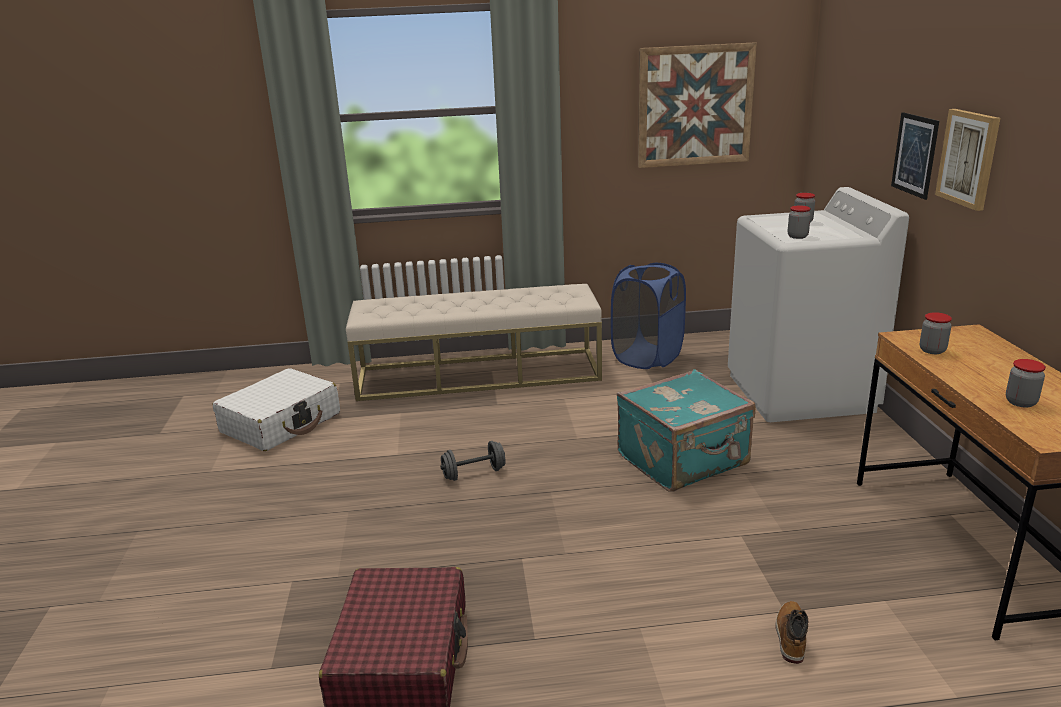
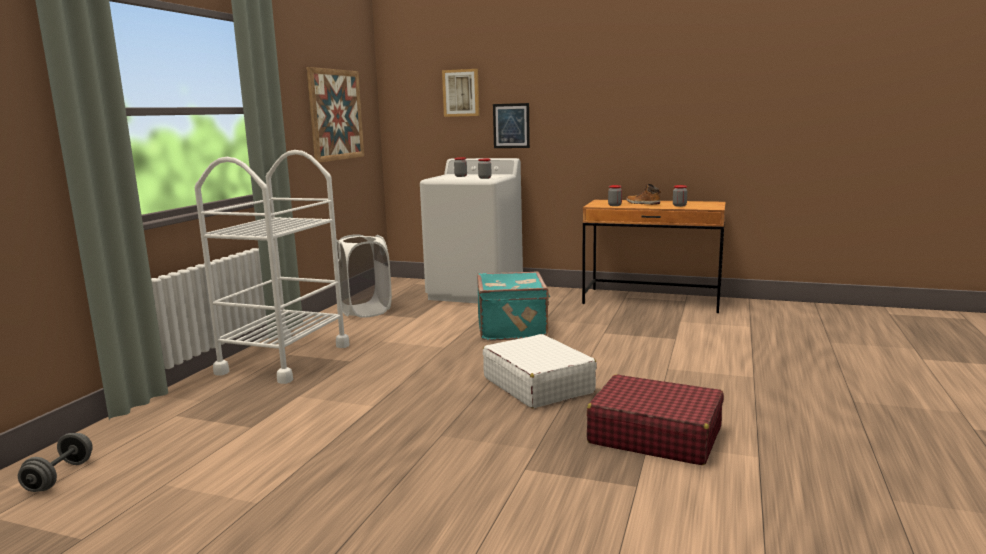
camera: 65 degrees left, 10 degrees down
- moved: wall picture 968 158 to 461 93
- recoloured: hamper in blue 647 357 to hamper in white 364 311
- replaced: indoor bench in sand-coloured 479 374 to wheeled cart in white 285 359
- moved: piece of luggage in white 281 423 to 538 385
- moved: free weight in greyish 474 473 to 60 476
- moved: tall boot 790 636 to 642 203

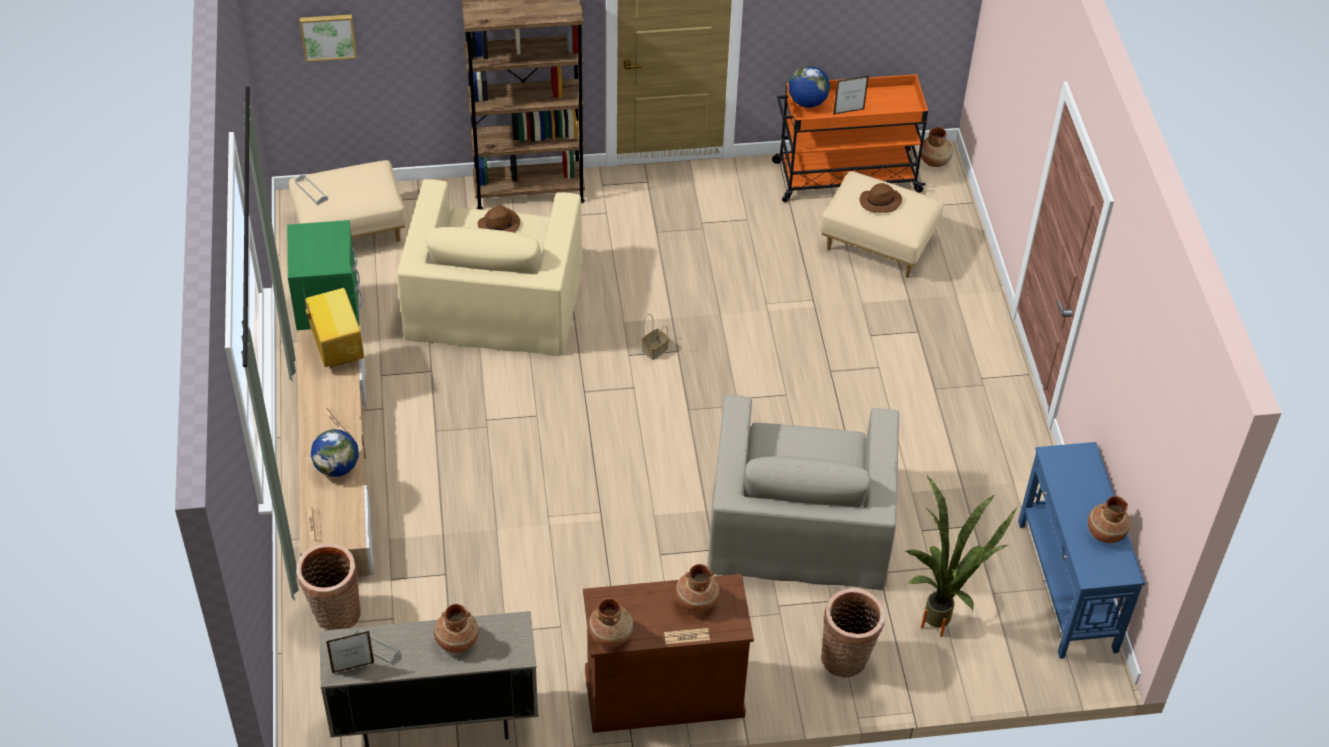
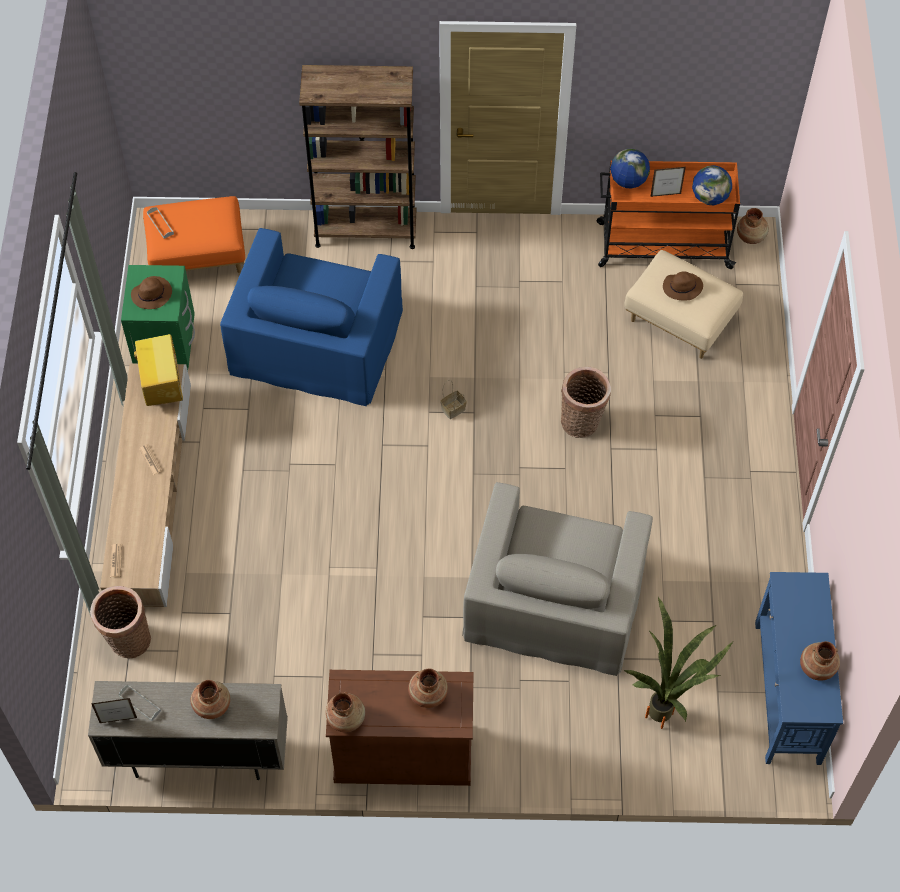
camera: 10 degrees right, 10 degrees up
- removed: wall picture 328 36
- recoloured: pouffe in sand-coloured 351 230 to pouffe in orange 199 256
- recoloured: armchair in sand-coloured 494 298 to armchair in blue 316 340
- moved: wearable hat in brown-coloured 499 224 to 152 294
- moved: world globe 337 467 to 709 198
- moved: storage basket 847 658 to 582 422
- removed: printed paper 686 636

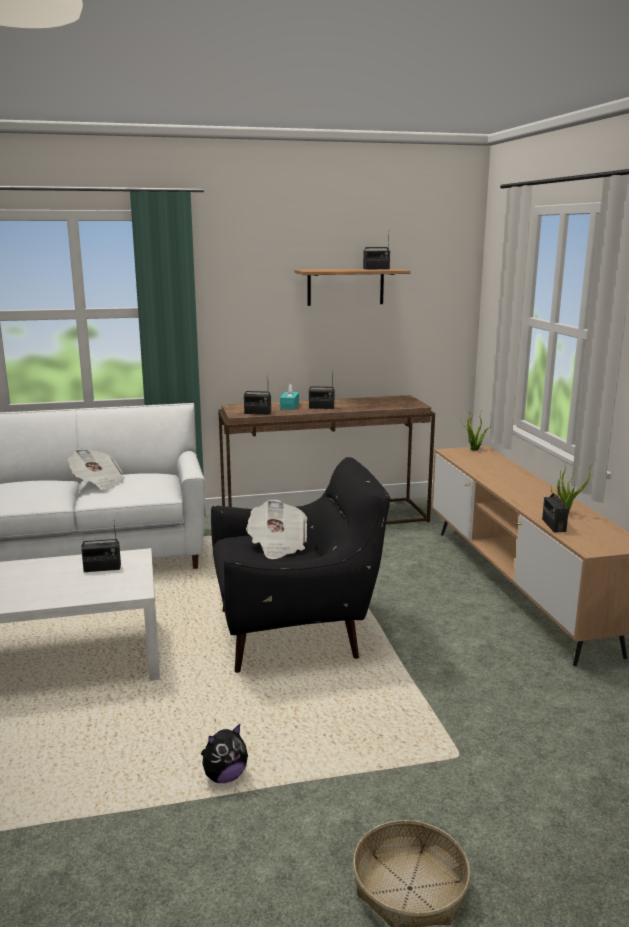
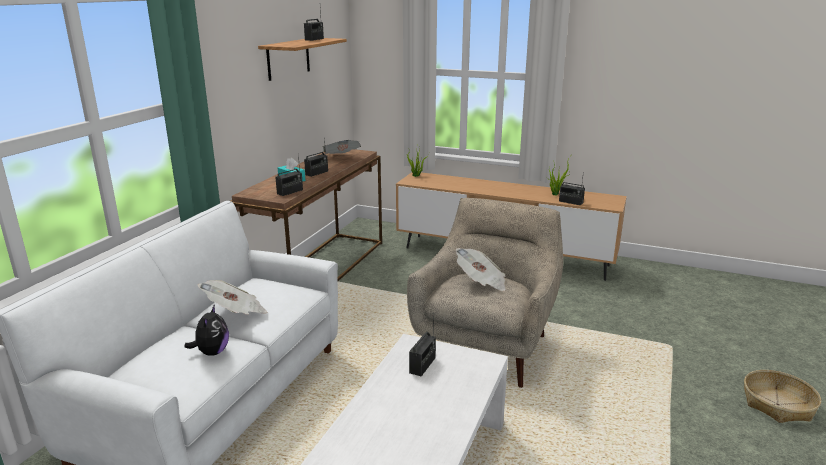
camera: 55 degrees left, 5 degrees up
- recoloured: armchair in blackish 296 633 to armchair in sand-coloured 487 345
- moved: cuddly toy 224 776 to 212 352
- added: printed paper 342 158

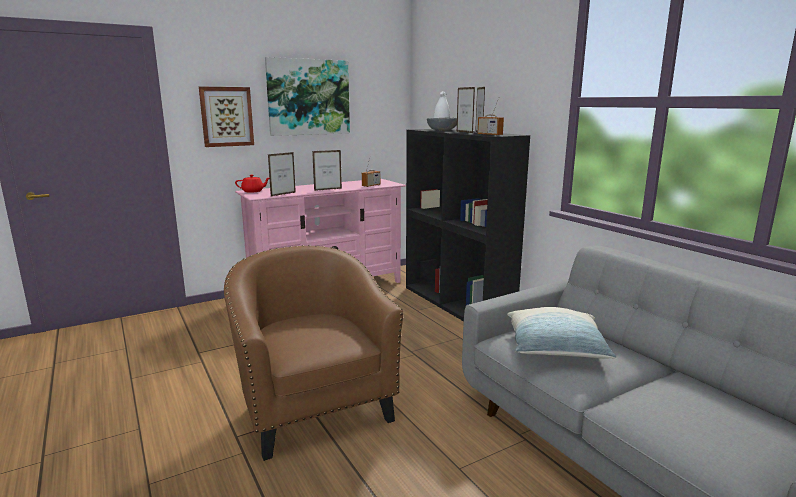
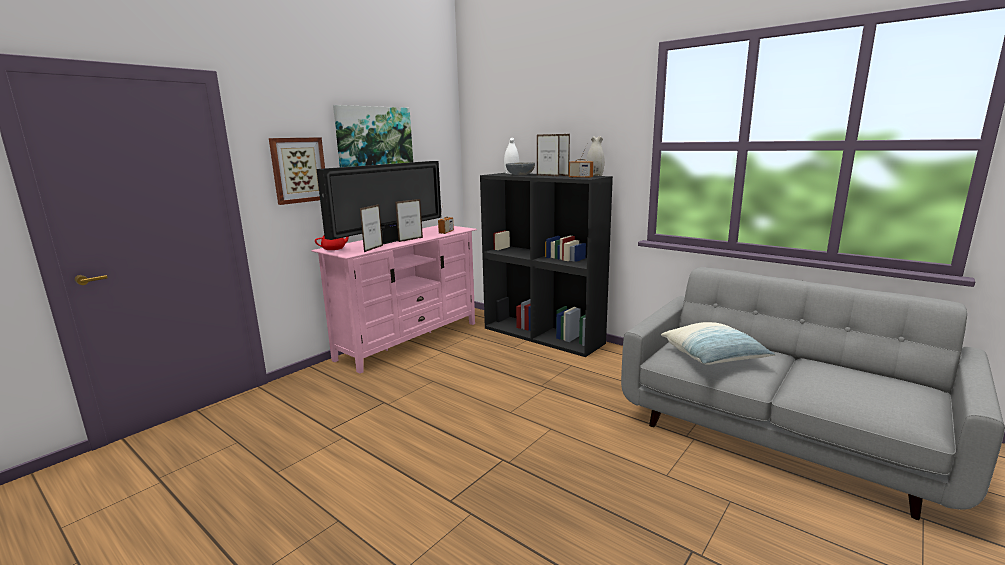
camera: 20 degrees left, 0 degrees up
- removed: armchair in brown-coloured 313 407
- added: flower vase in white 594 176
- added: TV 391 241

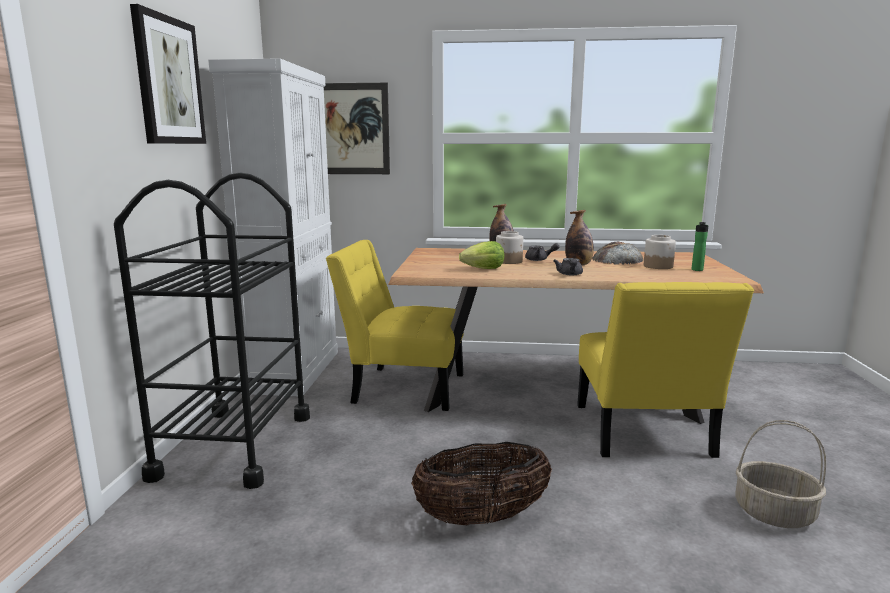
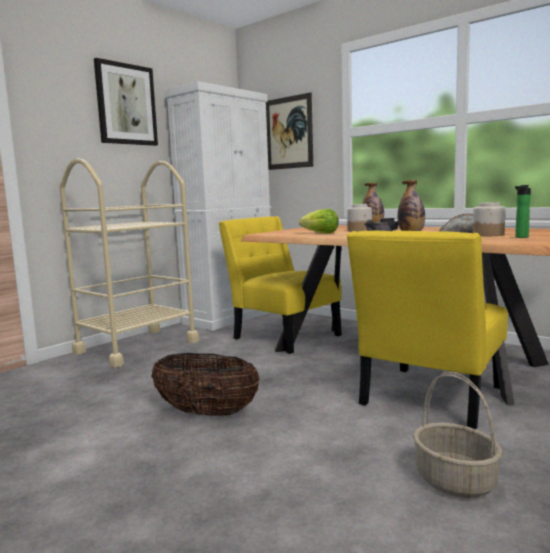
camera: 35 degrees right, 5 degrees down
- recoloured: wheeled cart in blackish 235 445 to wheeled cart in sand-coloured 137 347

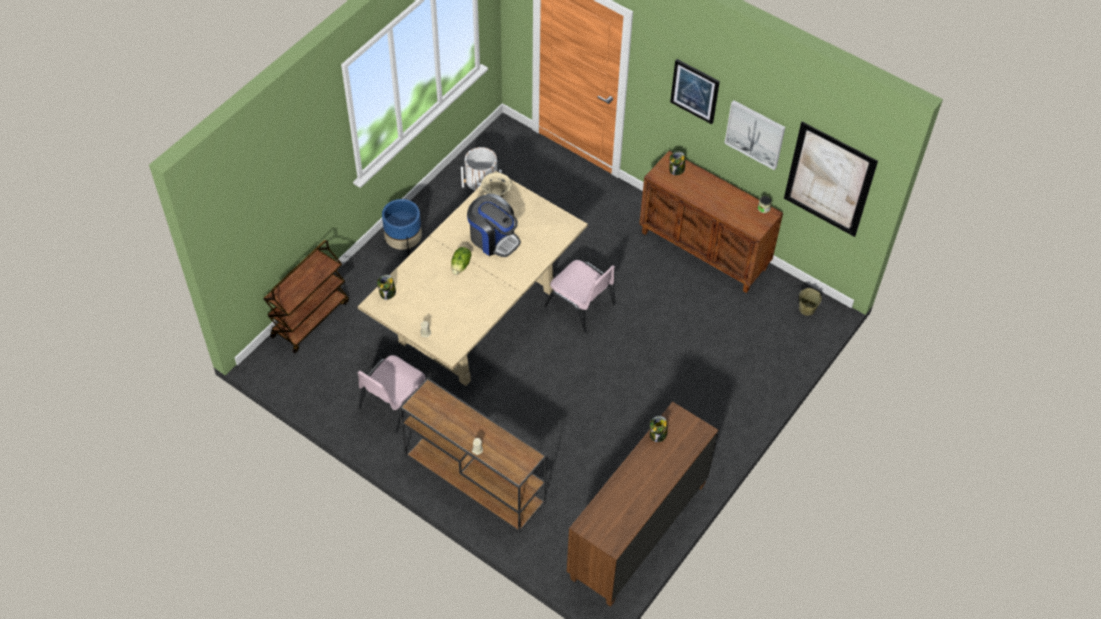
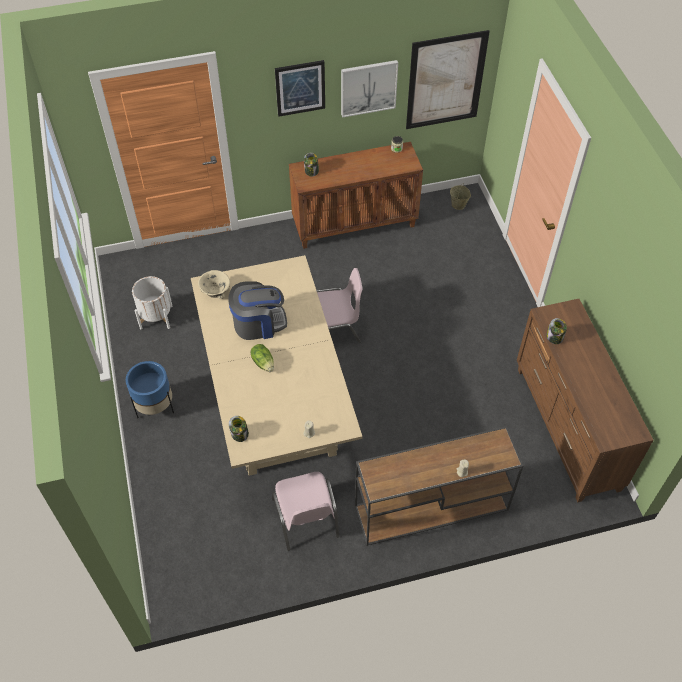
camera: 50 degrees left, 0 degrees up
- removed: wheeled cart in brown-coloured 310 318

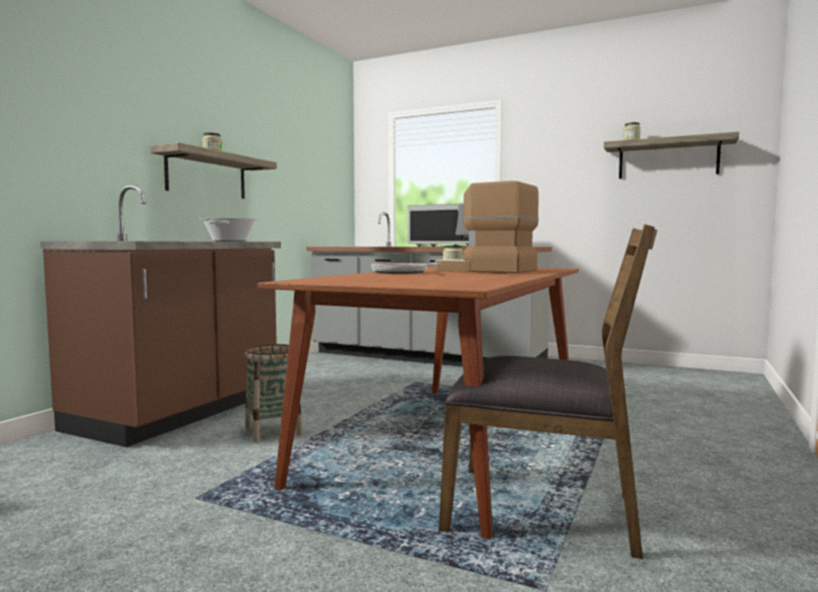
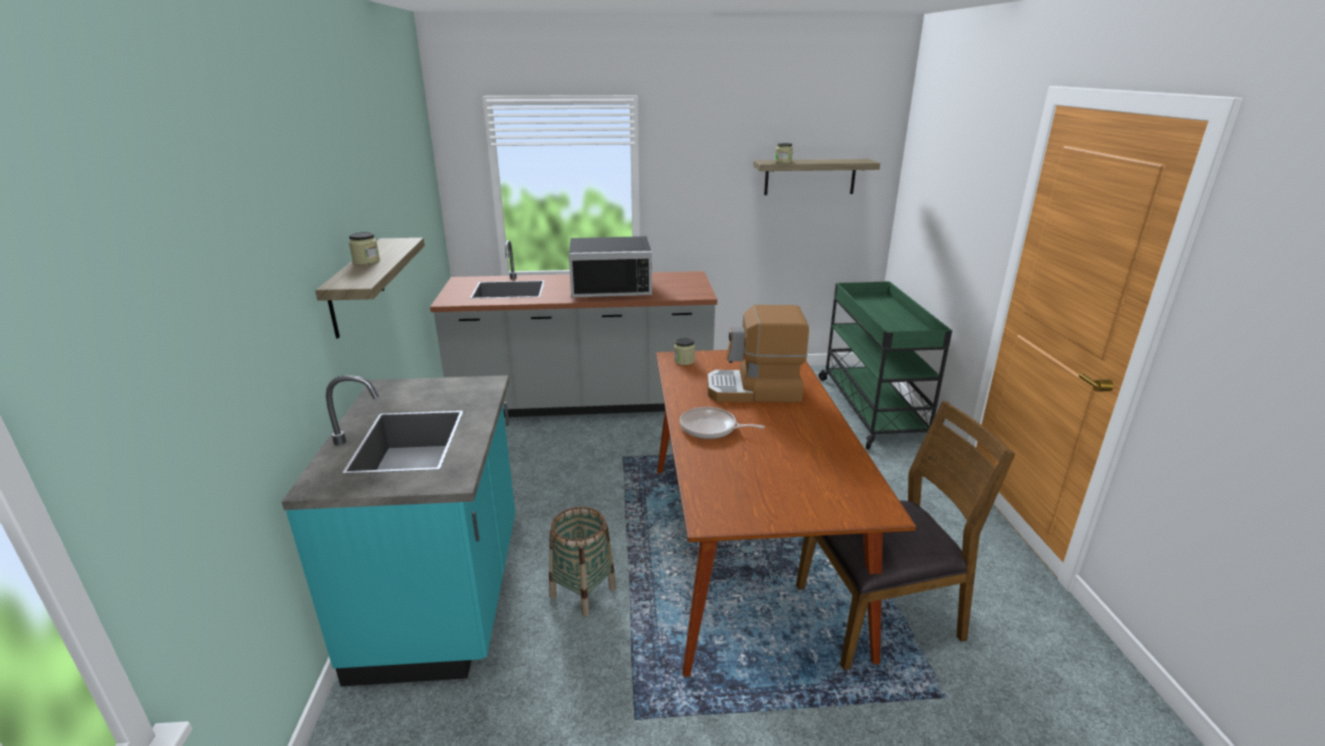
camera: 30 degrees left, 20 degrees up
- recoloured: counter in brown-coloured 179 413 to counter in blue-green 444 597
- removed: cooking pot 229 241
- added: wheeled cart in green-coloured 871 409

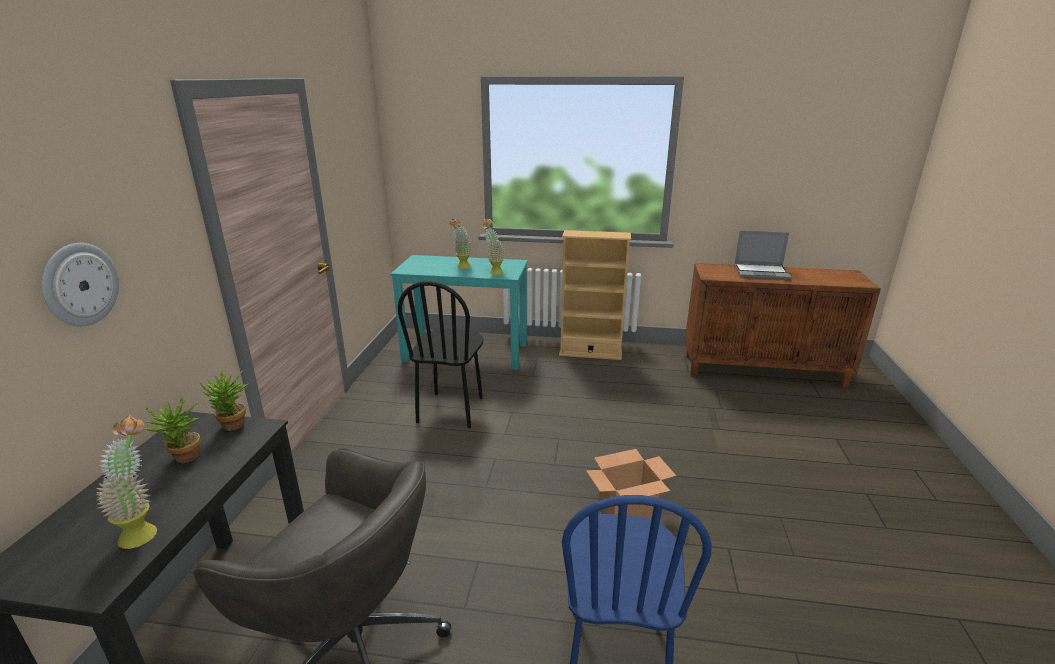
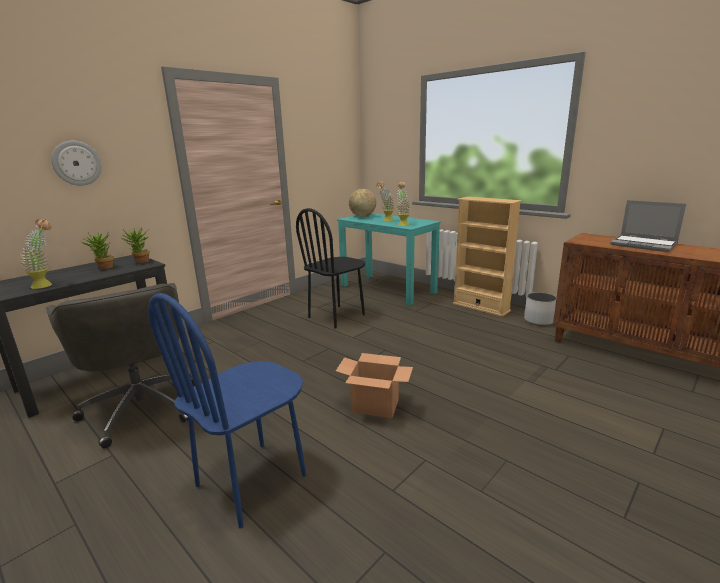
camera: 35 degrees right, 5 degrees down
- added: world globe 362 216
- added: flower pot in white 539 320

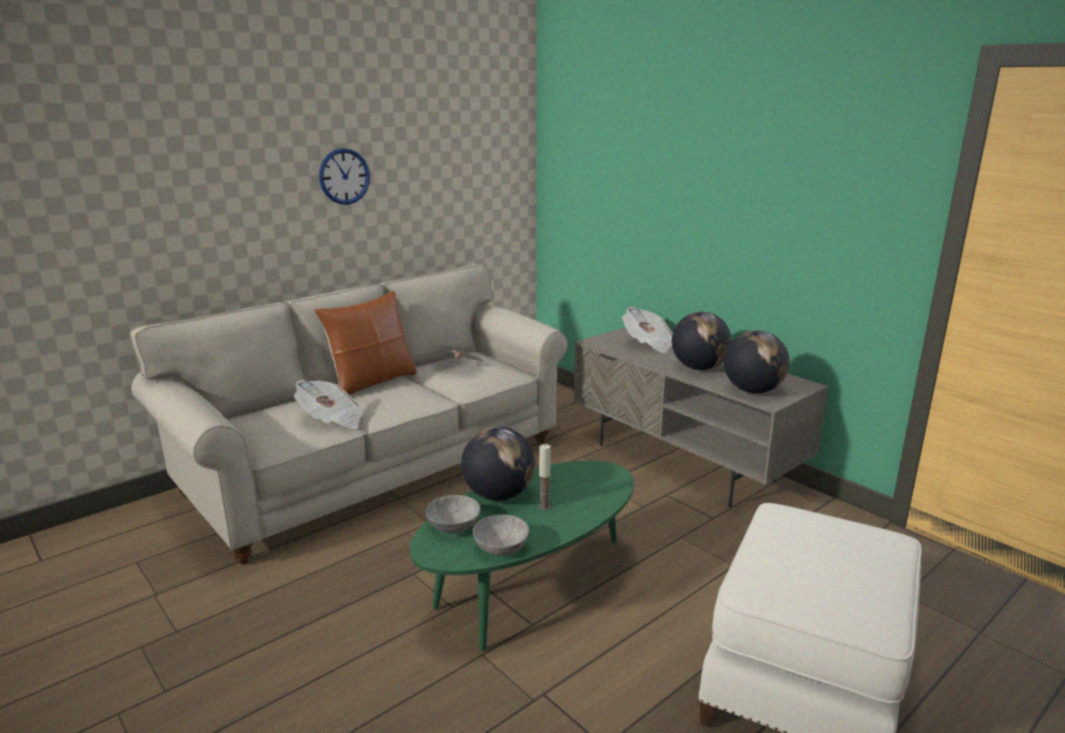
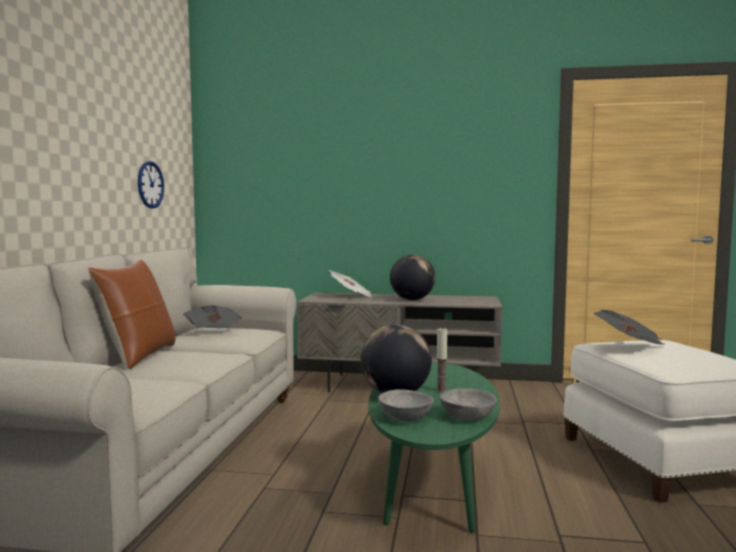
camera: 40 degrees left, 15 degrees down
- moved: hanging clock 344 176 to 150 184
- removed: world globe 753 390
- moved: printed paper 332 420 to 630 345

